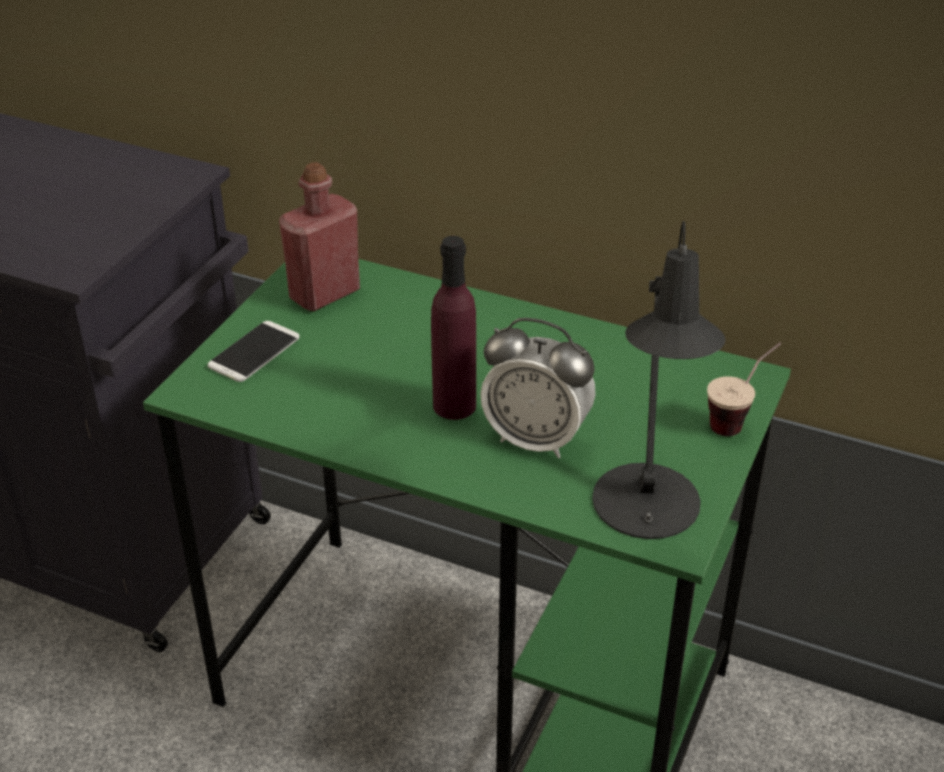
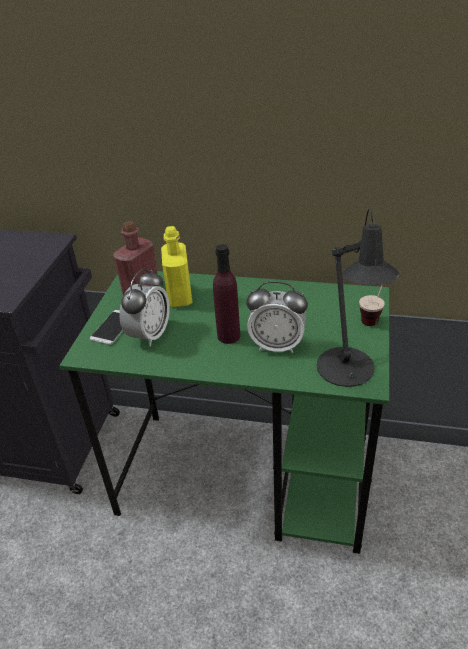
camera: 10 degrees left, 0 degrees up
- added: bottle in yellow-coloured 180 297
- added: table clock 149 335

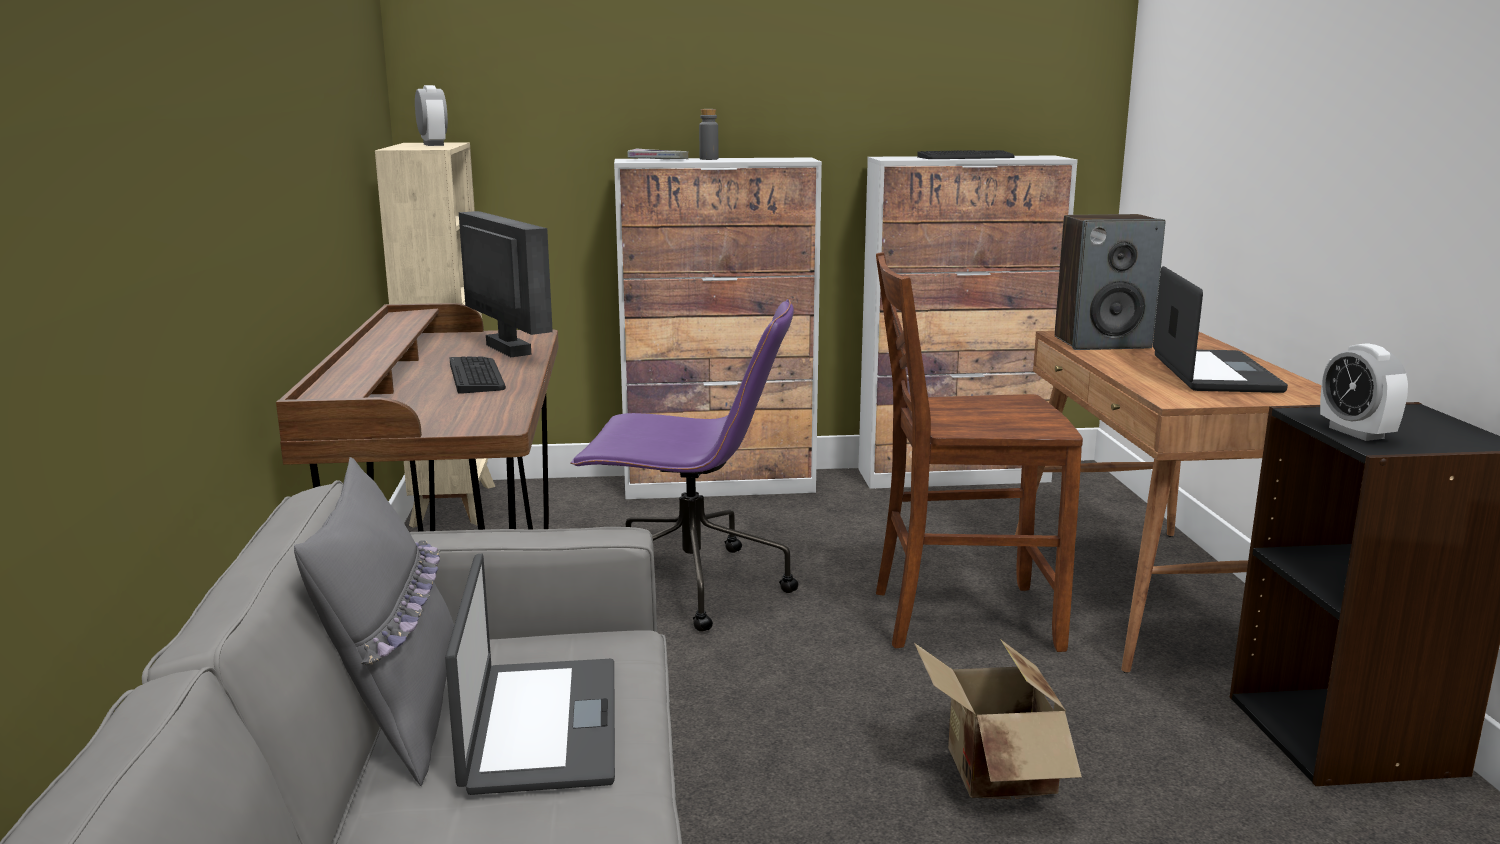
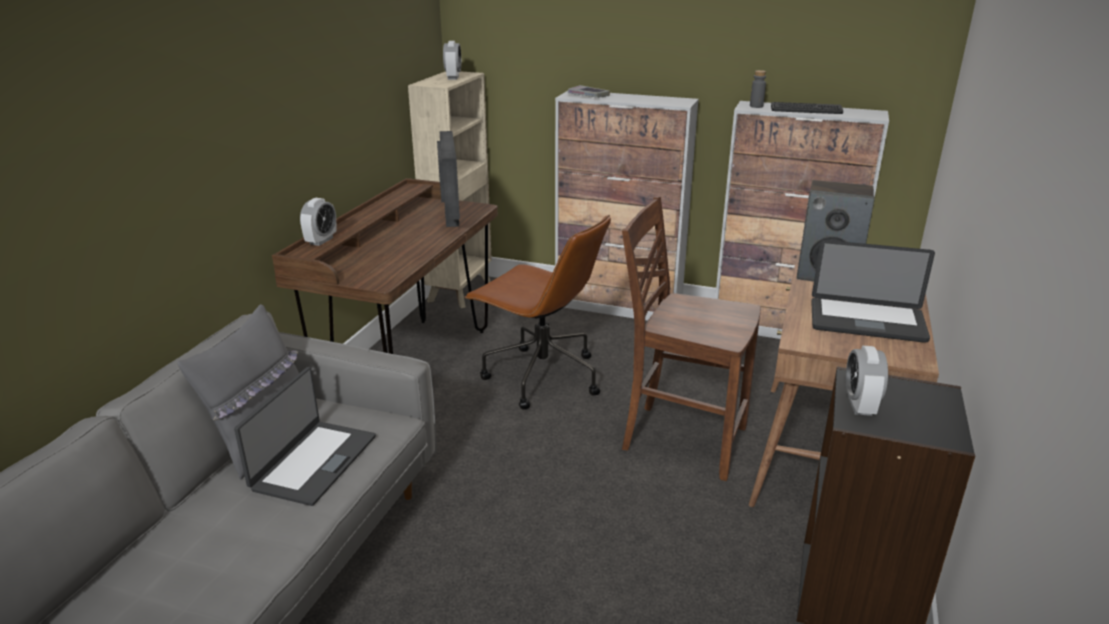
camera: 25 degrees right, 10 degrees up
- moved: bottle in greyish 709 159 to 756 106
- turned: notebook computer 1214 374 = 867 321 75 degrees clockwise
- recoloured: office chair in purplish 689 587 to office chair in brown-coloured 541 377
- removed: computer keyboard 477 376
- removed: carton 992 776
- added: table clock 321 241

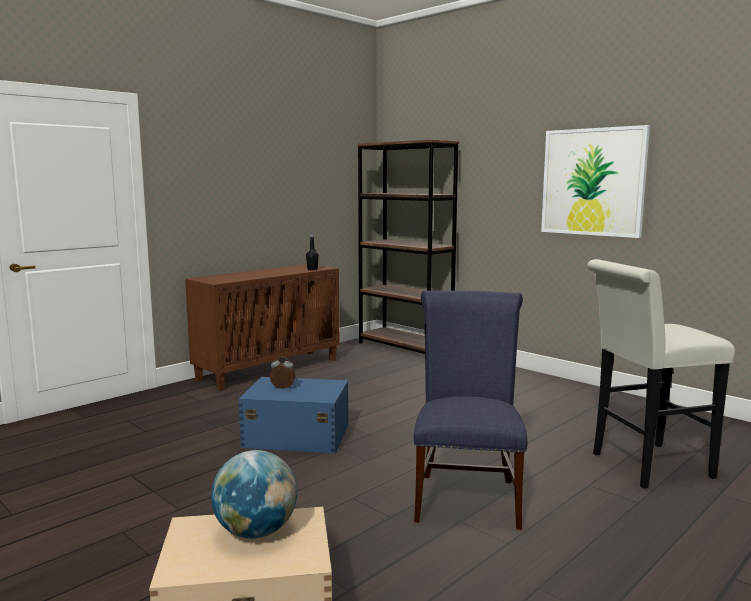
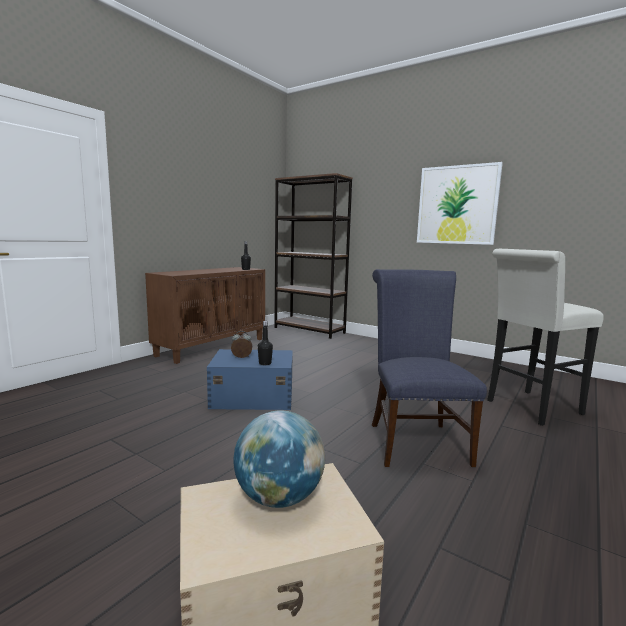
camera: 10 degrees left, 0 degrees up
- added: bottle in blackish 265 363

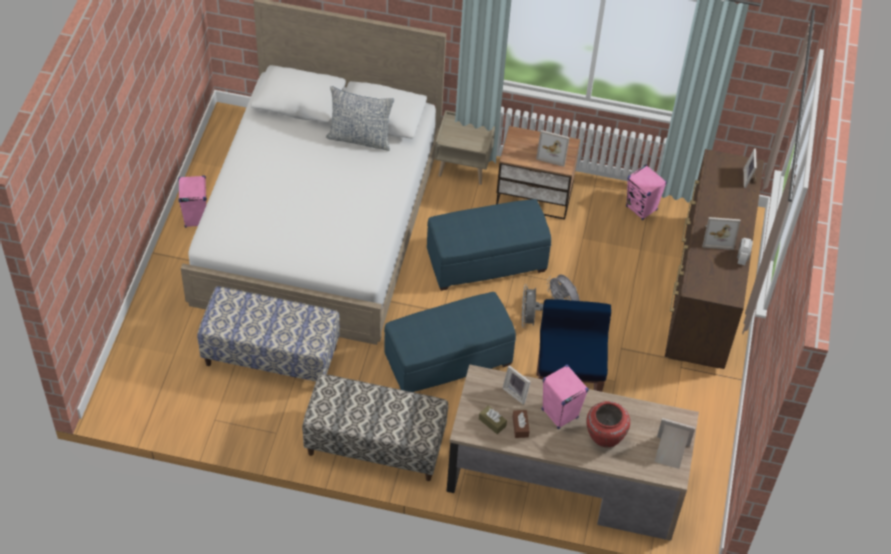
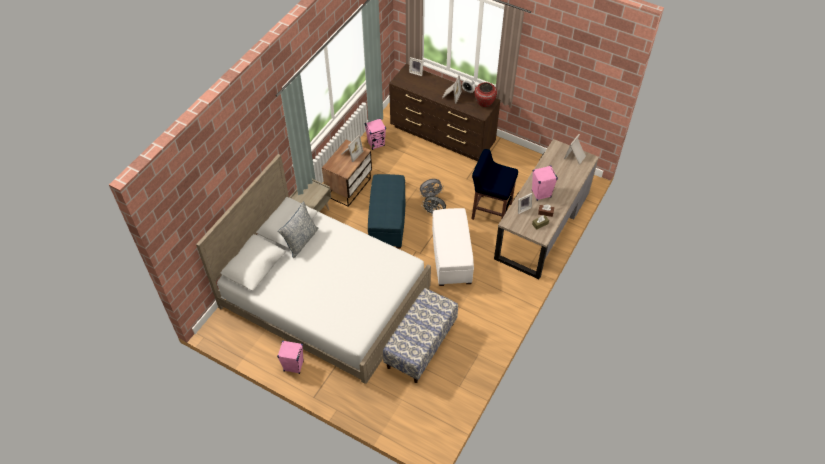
camera: 70 degrees left, 0 degrees up
- recoloured: pouffe in blue 447 361 to pouffe in white 451 257
- removed: indoor bench 375 445
- moved: flower vase in red-coloured 604 436 to 484 103

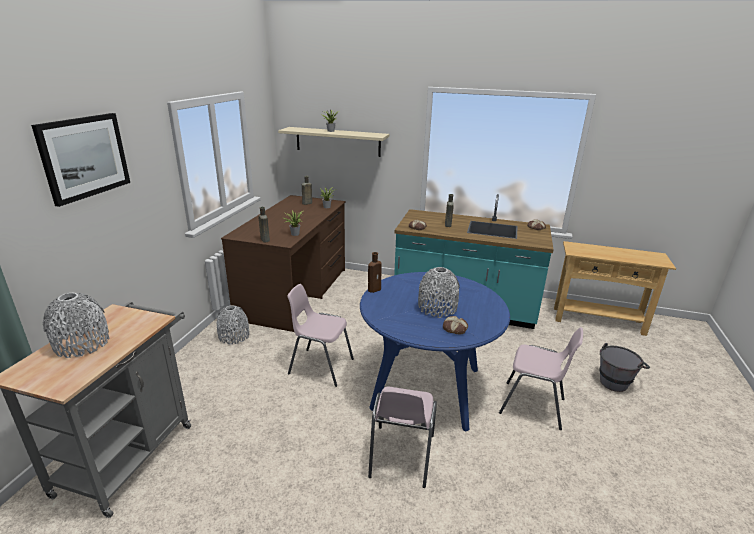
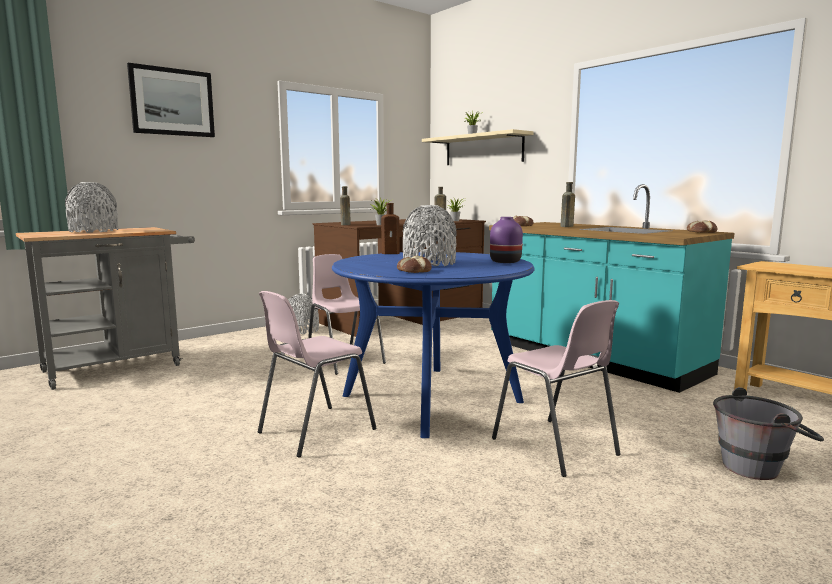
camera: 35 degrees right, 15 degrees down
- added: flower vase in purplish 505 261

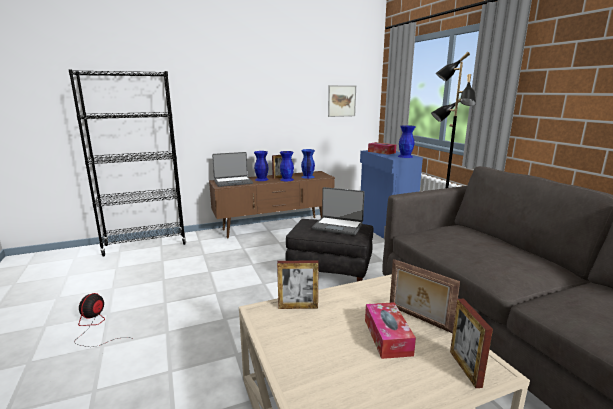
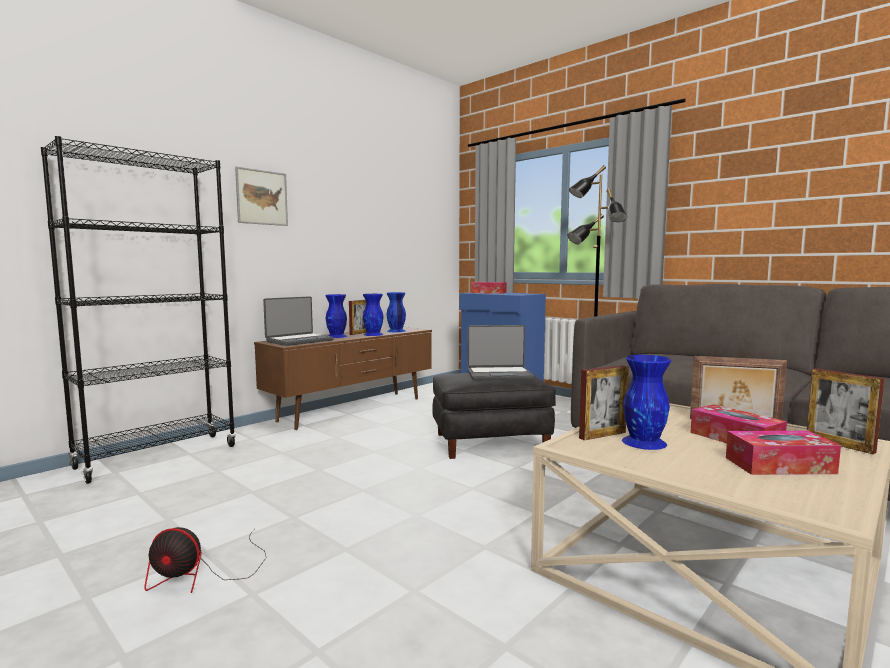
camera: 25 degrees left, 10 degrees down
- moved: wall picture 341 101 to 262 197
- moved: flower vase in blue 405 156 to 644 442
- turned: fan 95 327 = 204 574 75 degrees counterclockwise
- added: box of tissues 779 465

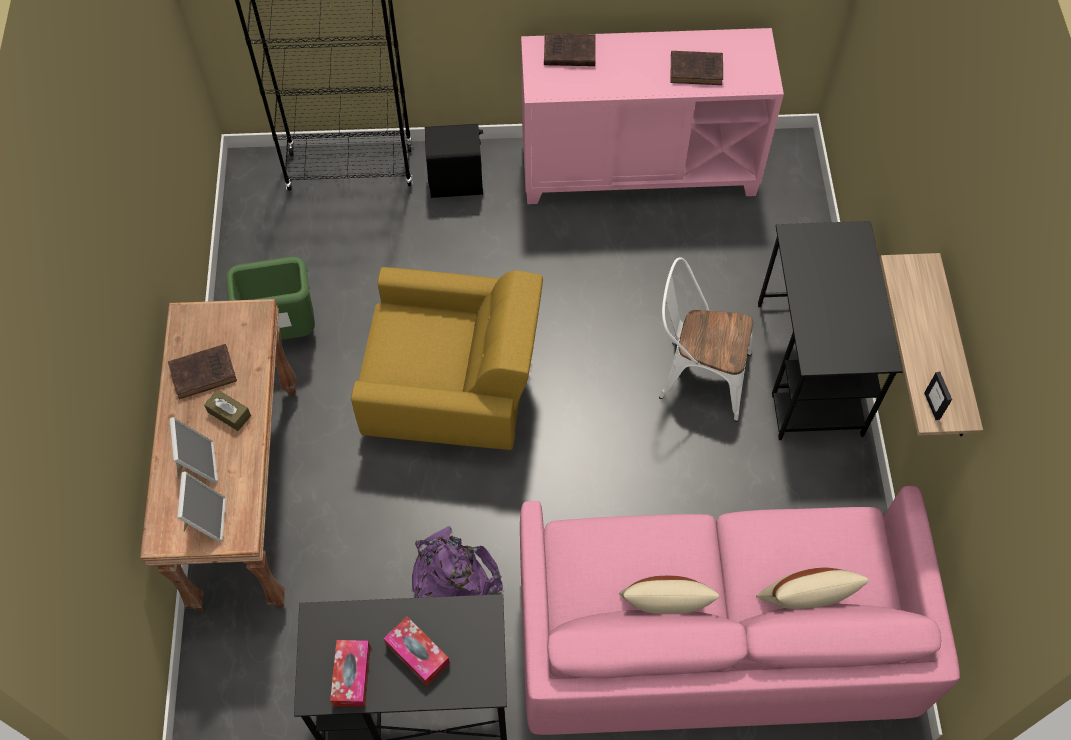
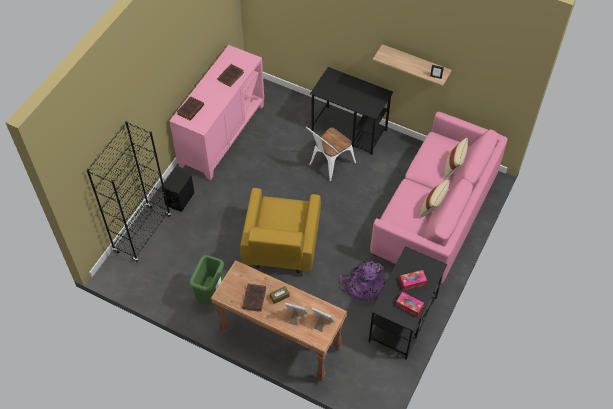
camera: 60 degrees left, 5 degrees down
- turned: armchair in yellow-coloured 454 391 = 281 247 150 degrees clockwise

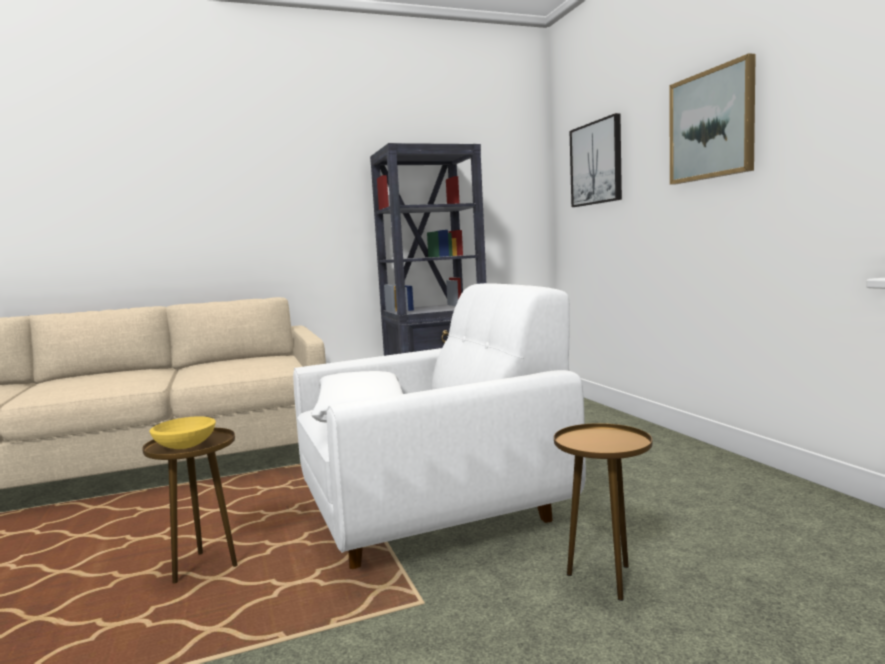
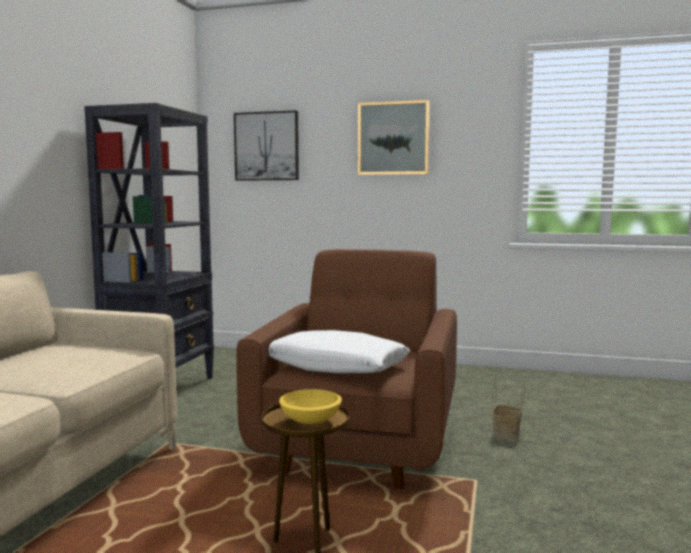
camera: 55 degrees left, 0 degrees up
- recoloured: armchair in white 435 515 to armchair in brown-coloured 359 444
- replaced: side table in brown-coloured 604 579 to storage basket 507 433

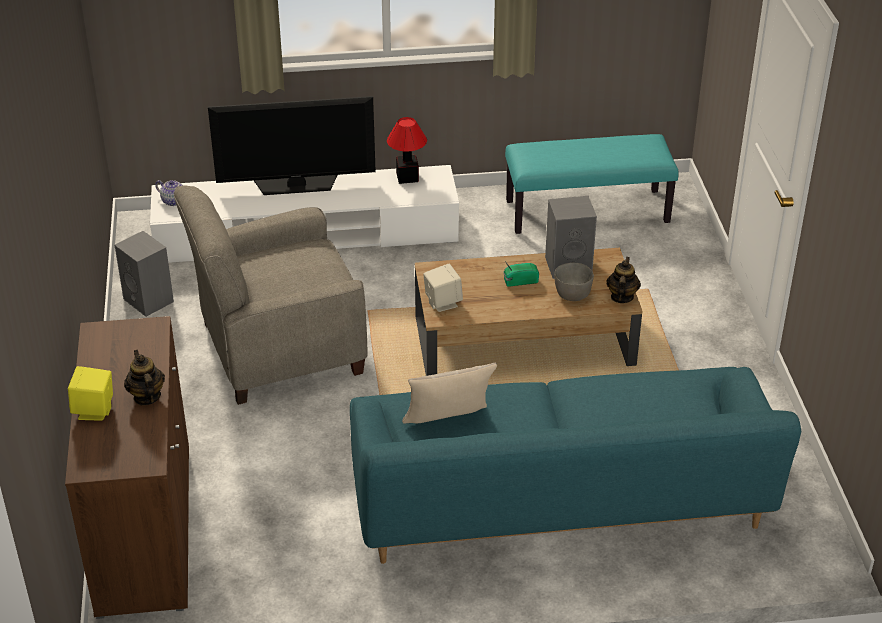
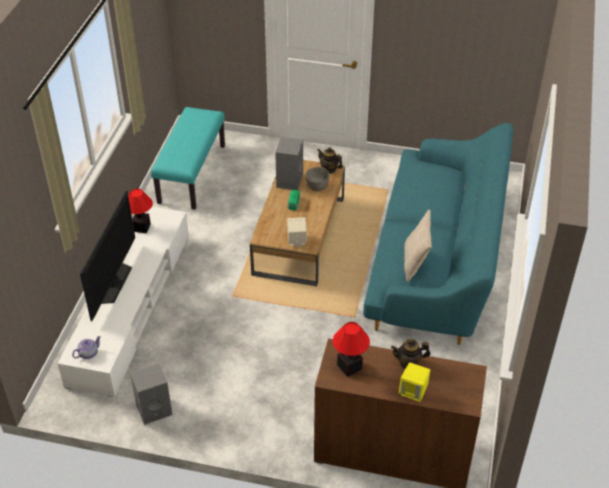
camera: 70 degrees left, 5 degrees up
- removed: armchair in sand-coloured 279 348
- added: tabletop lamp 349 367

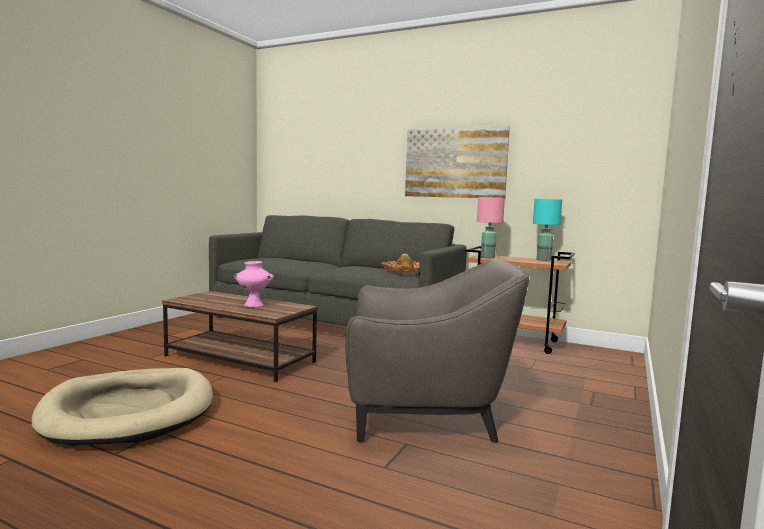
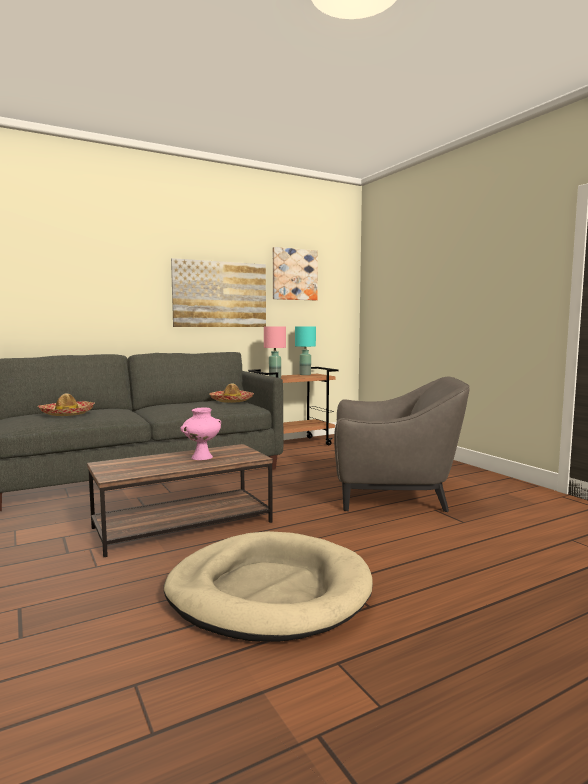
camera: 55 degrees left, 0 degrees up
- turned: armchair in greyish 425 413 = 393 495 60 degrees clockwise
- added: wall picture 294 274
- added: wearable hat 67 414

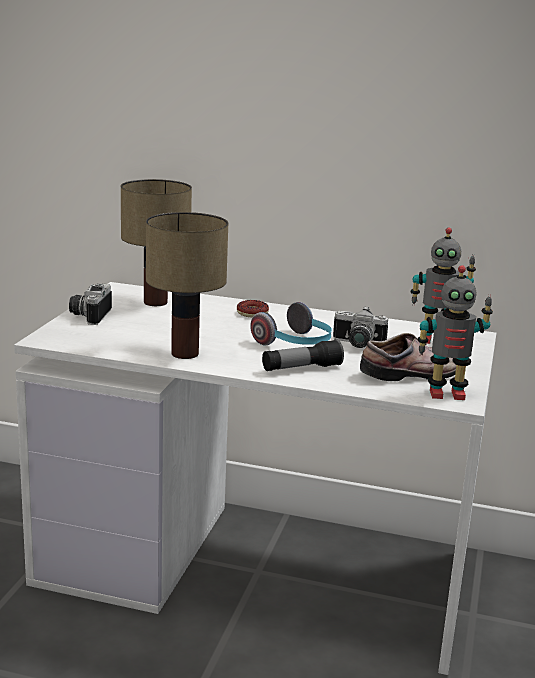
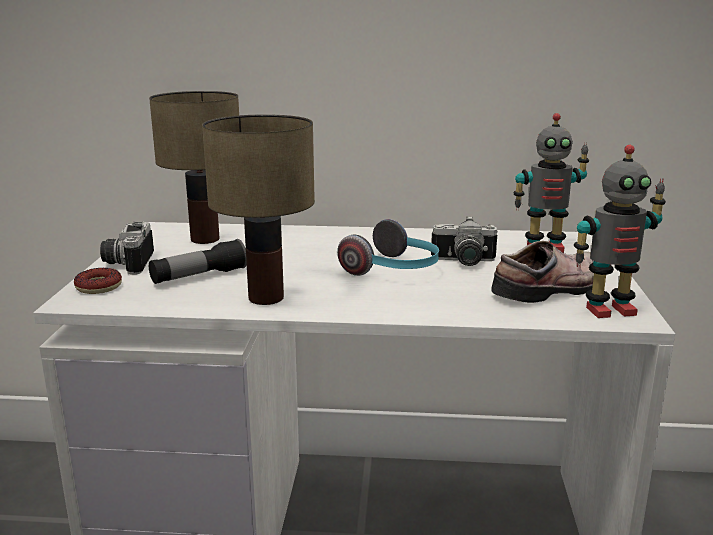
camera: 10 degrees left, 0 degrees up
- moved: donut 252 313 to 99 287
- moved: hand torch 301 368 to 199 277

